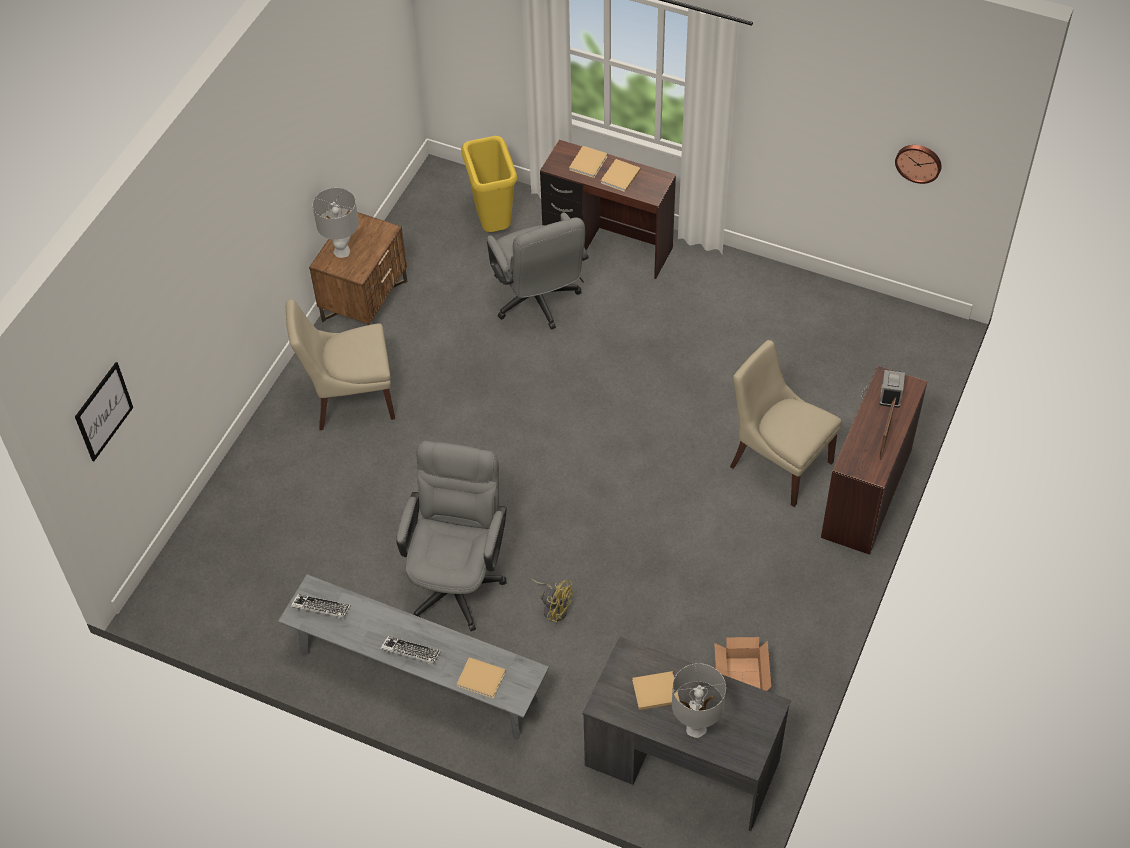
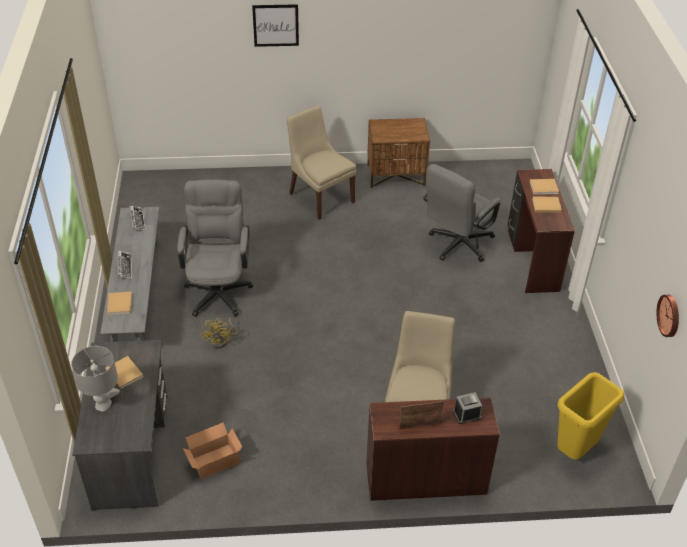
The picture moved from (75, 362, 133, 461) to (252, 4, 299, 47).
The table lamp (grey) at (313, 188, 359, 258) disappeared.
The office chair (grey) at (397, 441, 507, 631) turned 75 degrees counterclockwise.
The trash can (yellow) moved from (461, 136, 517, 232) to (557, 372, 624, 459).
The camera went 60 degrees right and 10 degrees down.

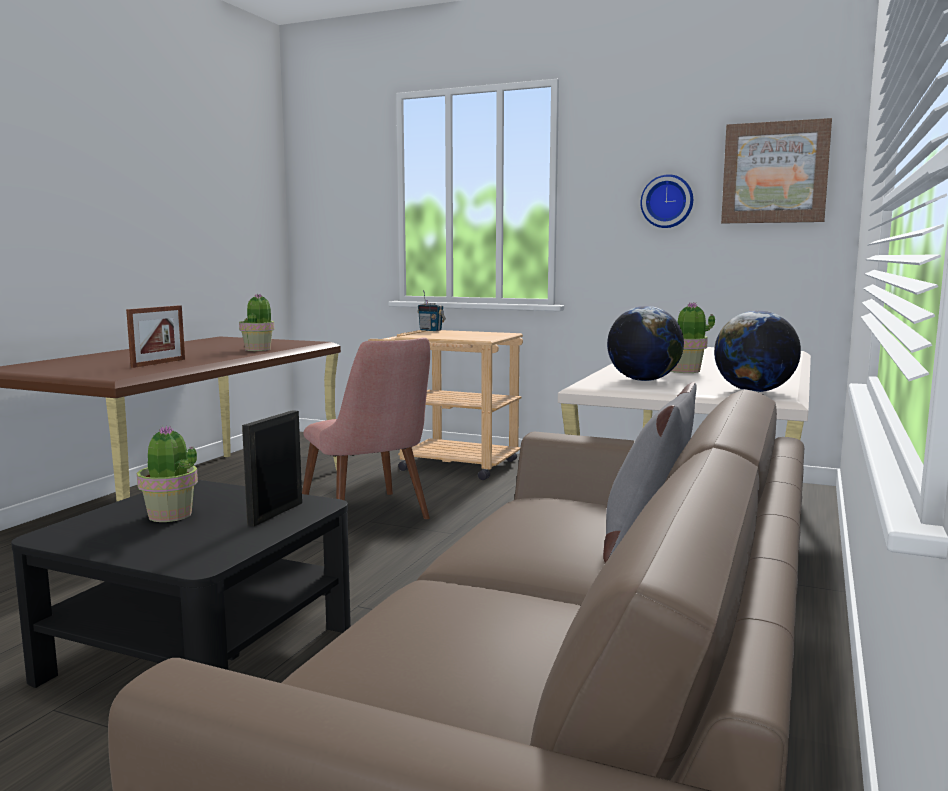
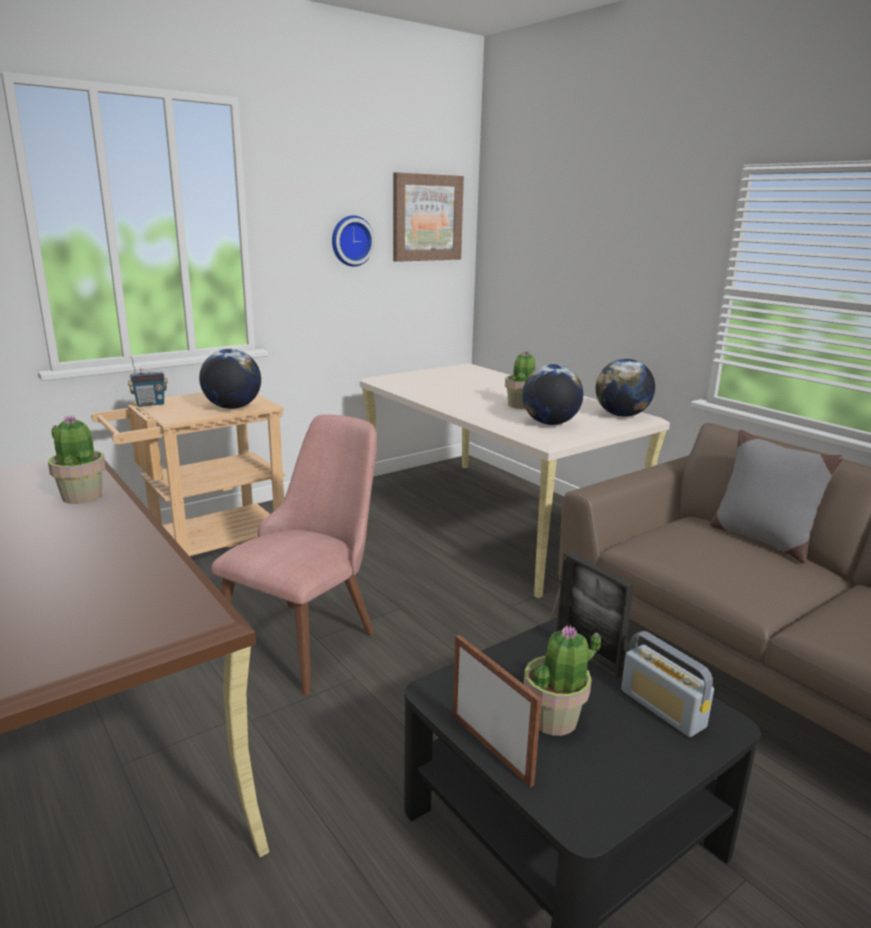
The picture frame moved from (126, 305, 185, 368) to (453, 635, 542, 787).
The chair (pink) at (302, 337, 430, 519) turned 60 degrees counterclockwise.
The globe at (199, 349, 261, 409) appeared.
The radio at (621, 631, 714, 737) appeared.
The camera went 60 degrees left and 10 degrees up.

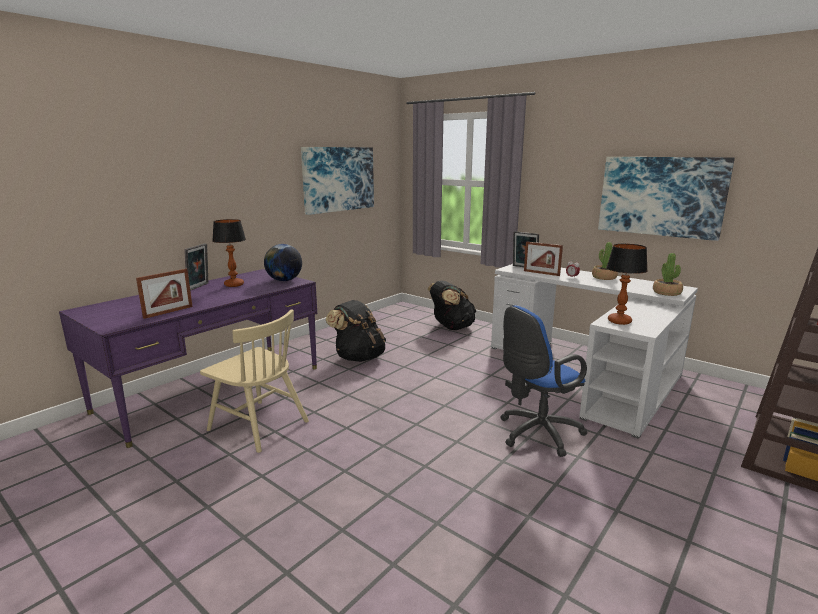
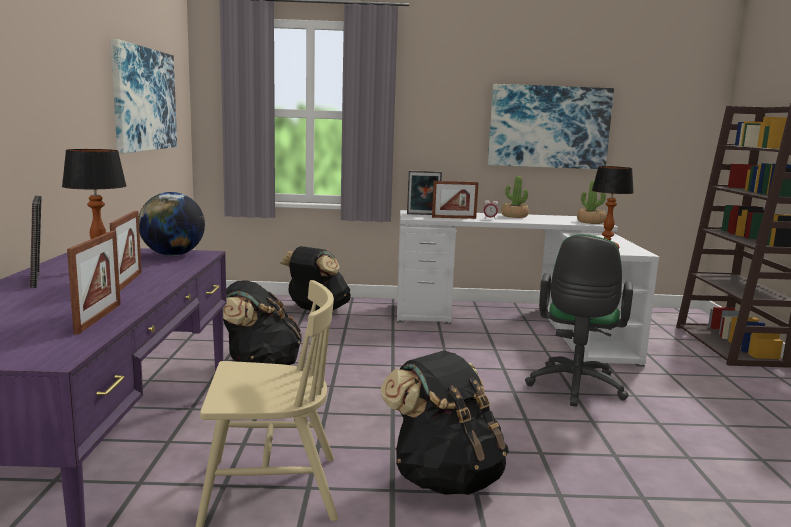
The office chair (blue) at (500, 306, 588, 457) became the office chair (green) at (525, 234, 633, 407).
The picture frame at (110, 211, 142, 291) appeared.
The backpack (black) at (381, 351, 509, 495) appeared.
The camera went 40 degrees left and 5 degrees down.

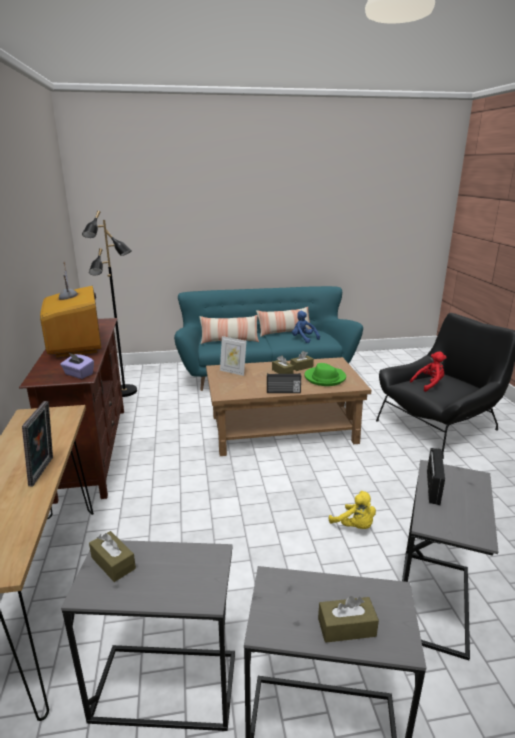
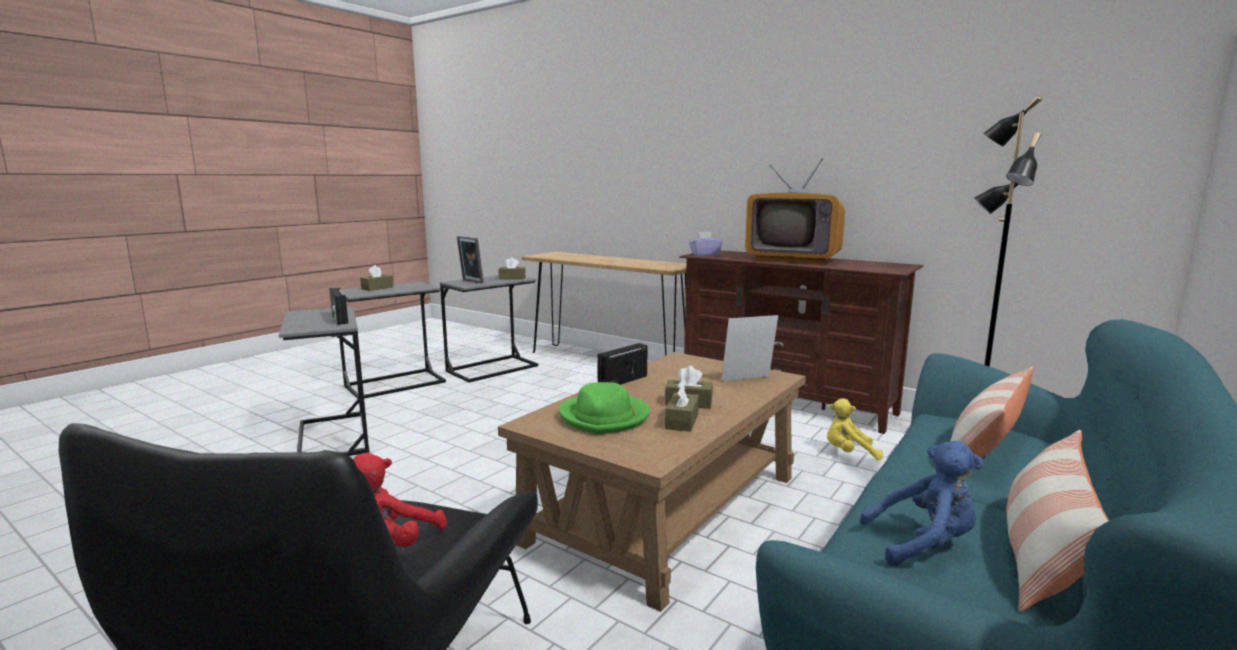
The picture frame moved from (22, 401, 53, 487) to (457, 236, 484, 283).
The plush toy (yellow) moved from (329, 491, 376, 529) to (827, 398, 883, 460).
The camera went 135 degrees right and 10 degrees down.

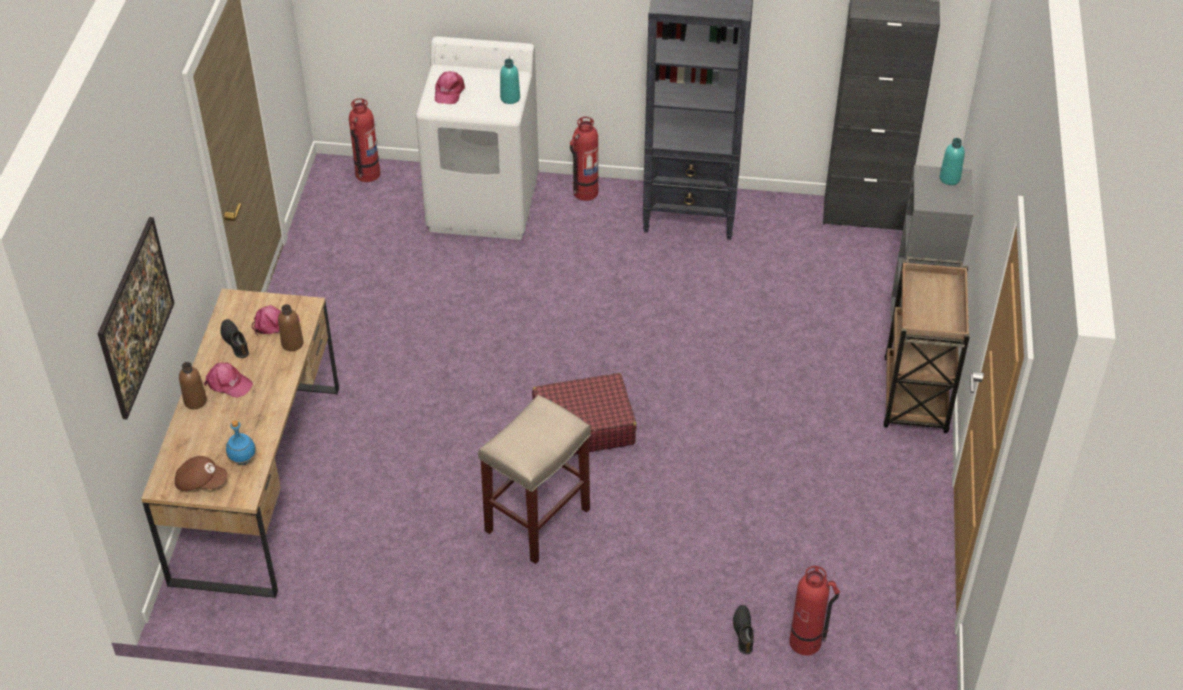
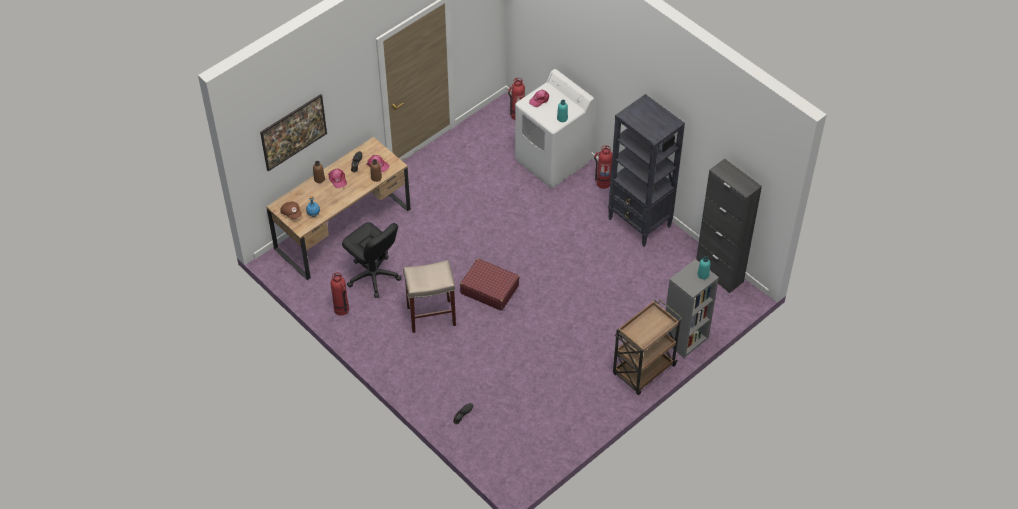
The fire extinguisher moved from (789, 566, 840, 655) to (331, 272, 349, 316).
The office chair (black) at (342, 222, 401, 298) appeared.
The camera went 40 degrees right and 5 degrees up.

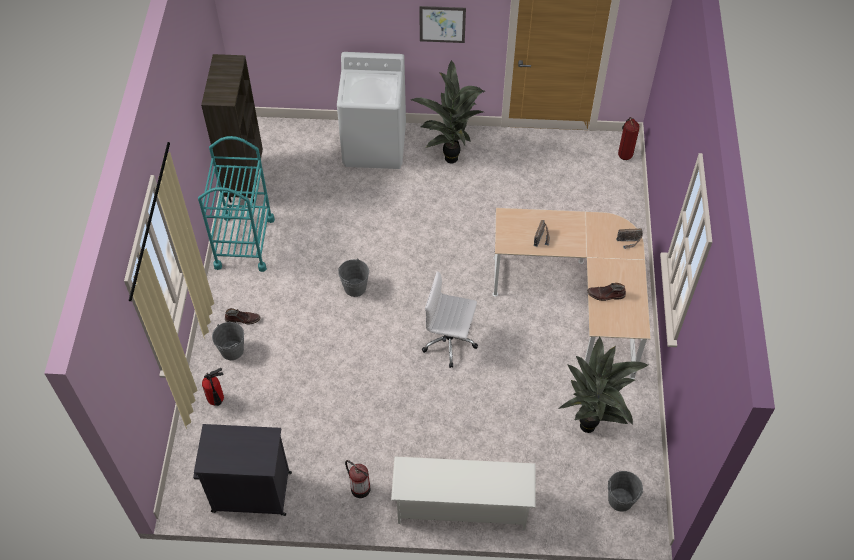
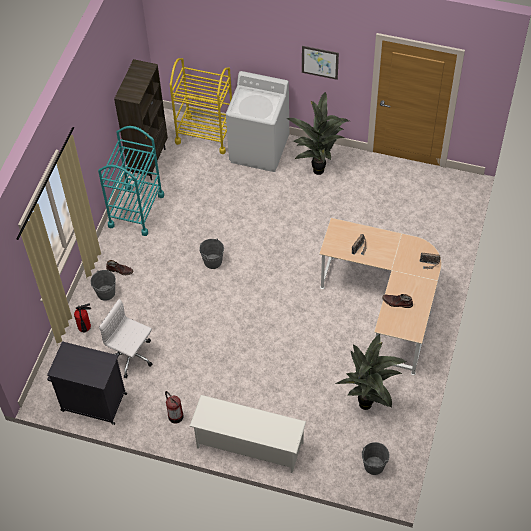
The office chair (white) moved from (422, 271, 478, 368) to (99, 299, 152, 378).
The fire extinguisher at (618, 117, 639, 160) disappeared.
The cart (yellow) at (170, 58, 232, 154) appeared.
The camera went 15 degrees right and 0 degrees up.

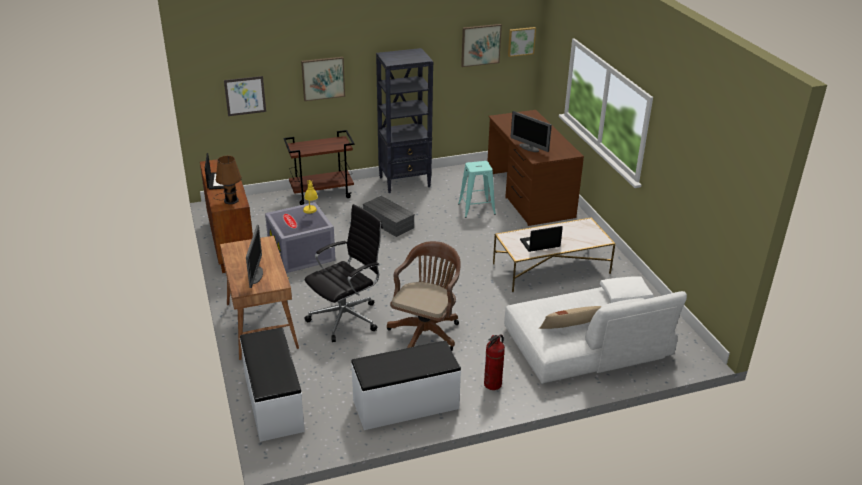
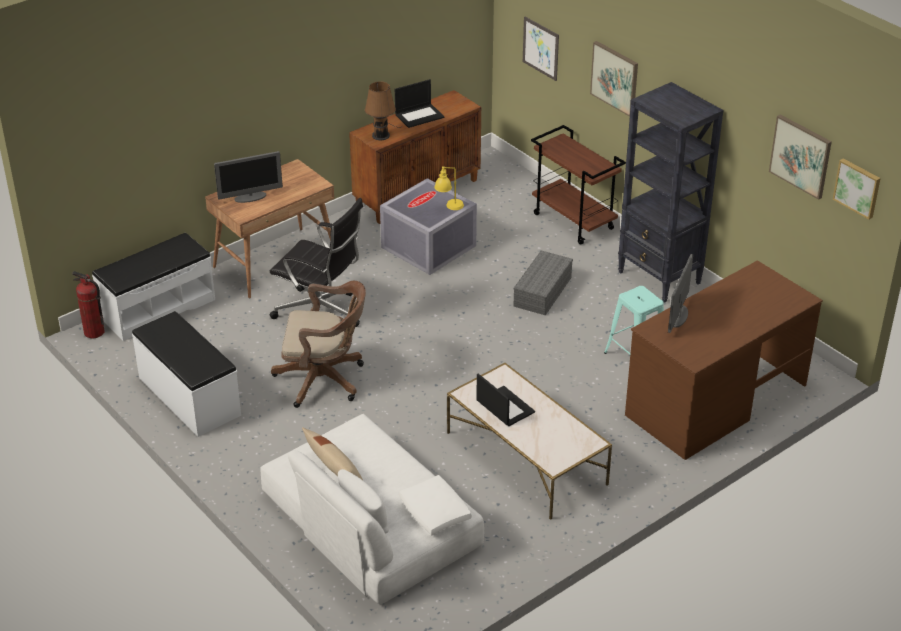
The fire extinguisher moved from (484, 335, 505, 390) to (72, 271, 105, 339).
The camera went 70 degrees right and 5 degrees up.

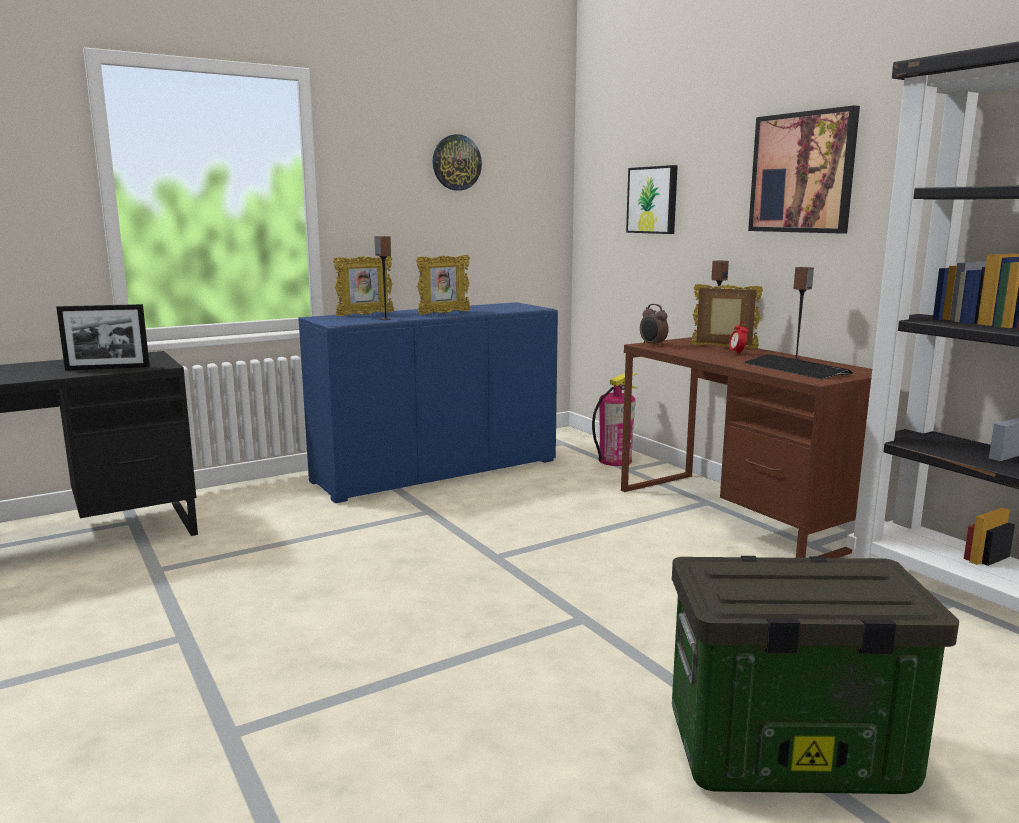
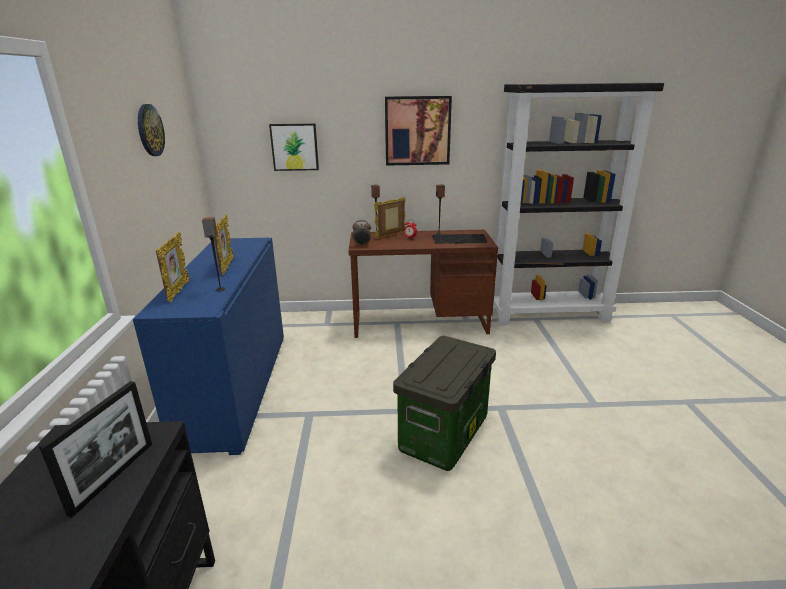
The fire extinguisher at (592, 373, 637, 466) disappeared.
The storage box moved from (672, 556, 959, 794) to (393, 336, 496, 471).
The camera went 60 degrees left and 10 degrees up.

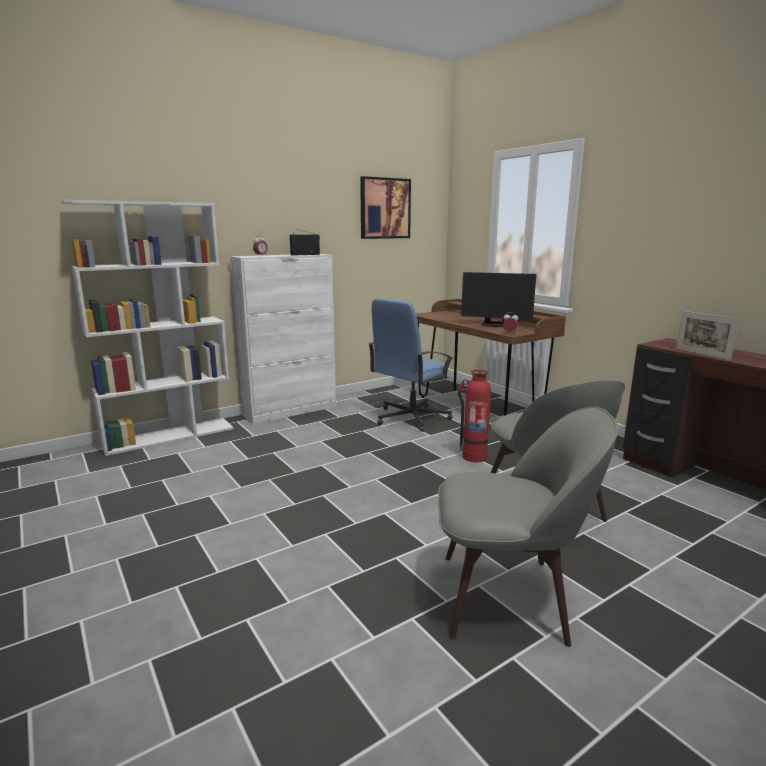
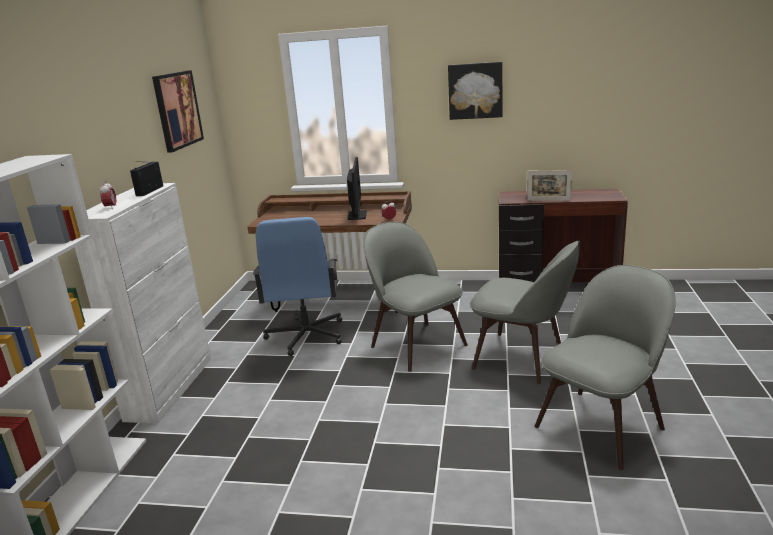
The fire extinguisher at (458, 370, 491, 462) was replaced by the chair (grey) at (363, 222, 468, 372).
The monitor at (461, 272, 536, 327) turned 60 degrees counterclockwise.
The picture at (448, 62, 502, 120) appeared.
The camera went 45 degrees left and 5 degrees up.

